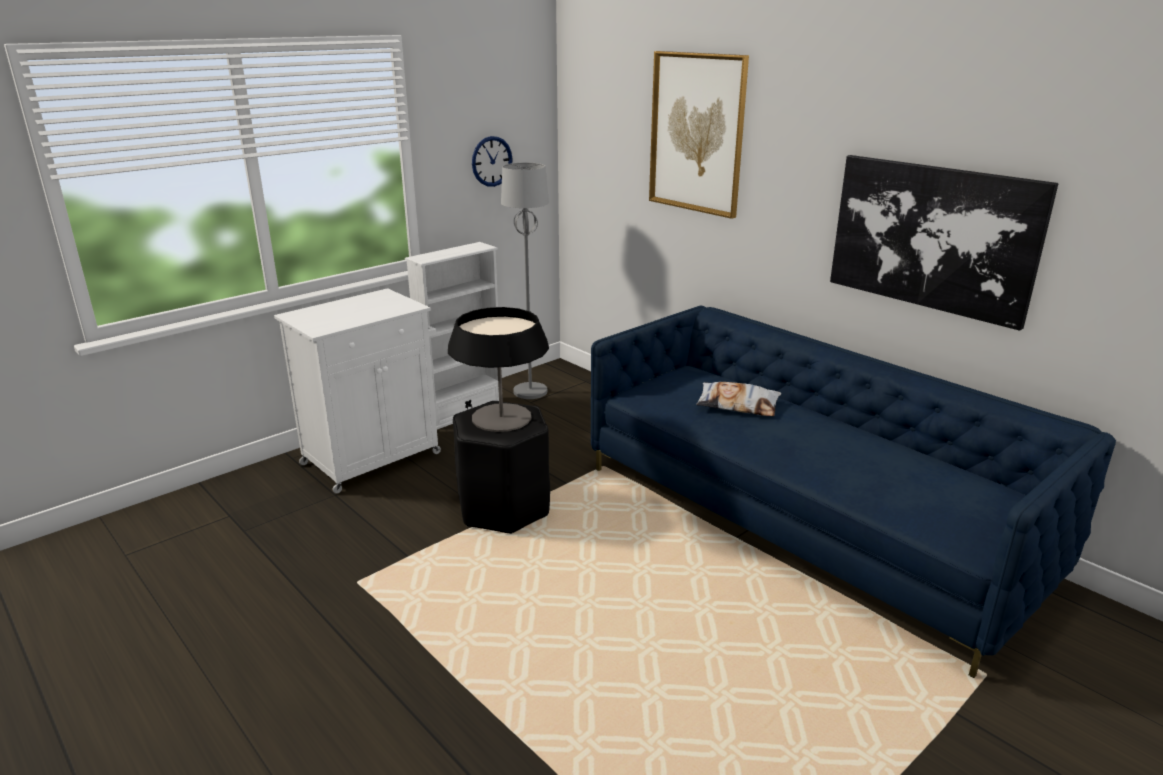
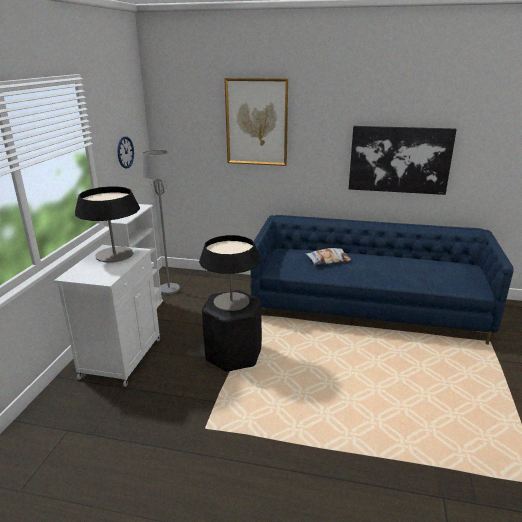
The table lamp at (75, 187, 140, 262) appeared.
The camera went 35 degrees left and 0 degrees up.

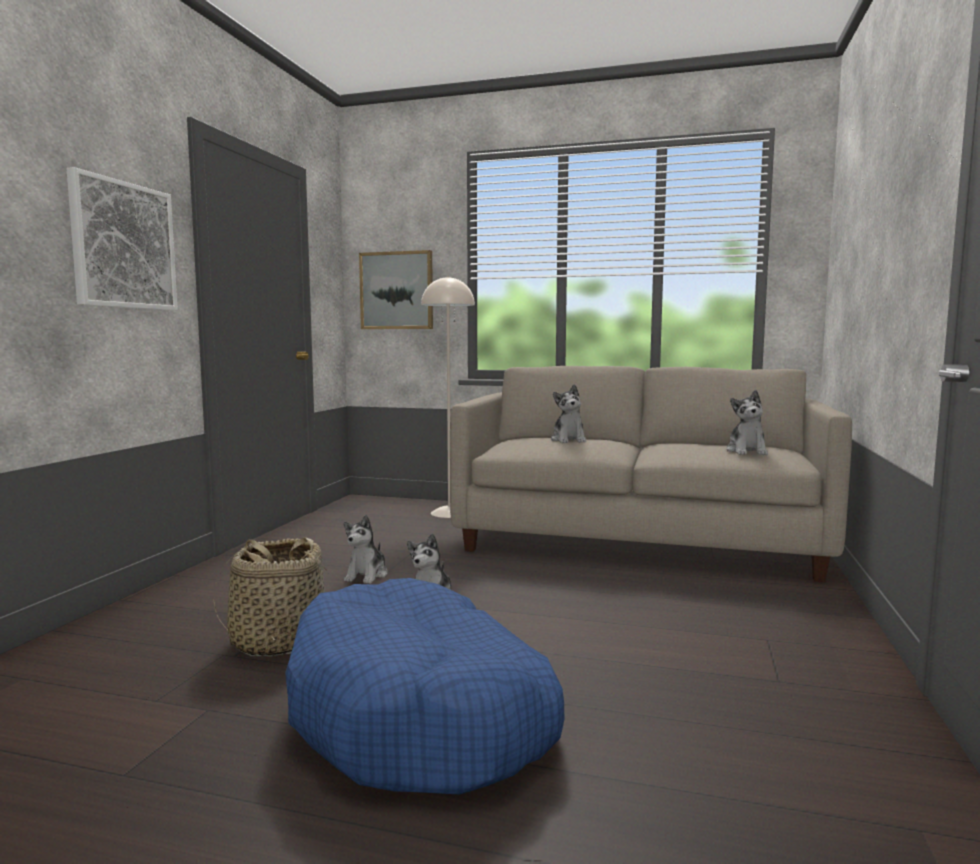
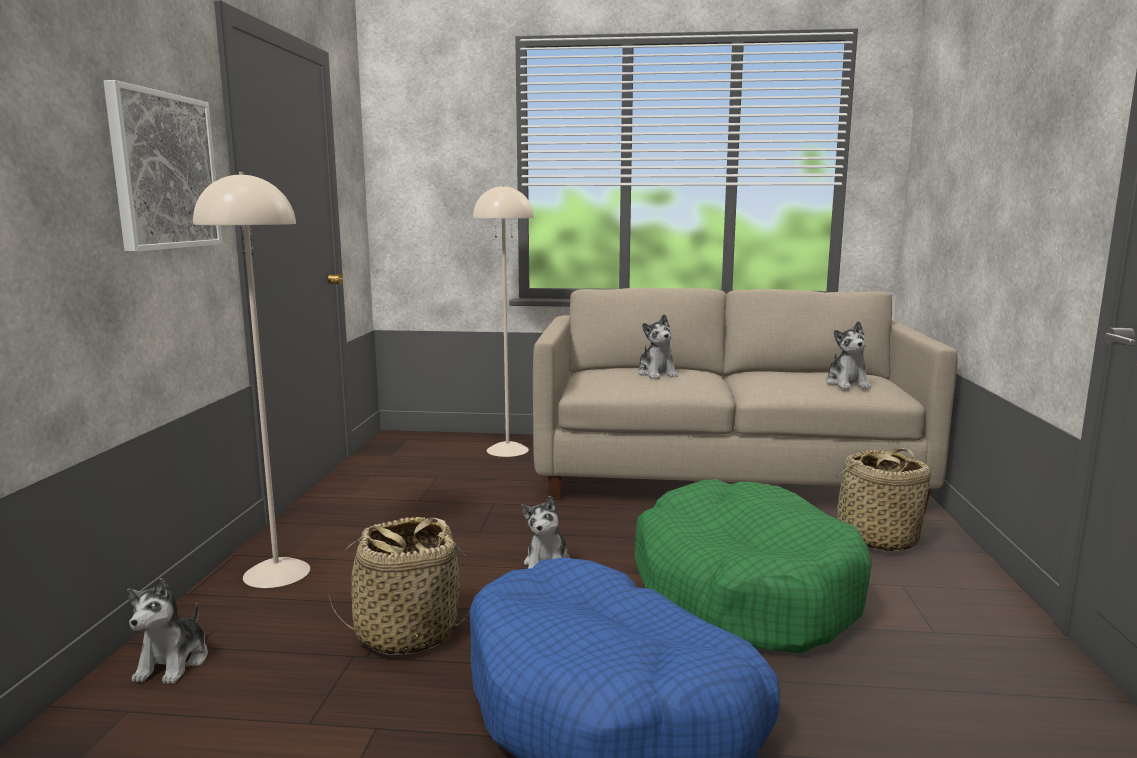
The plush toy moved from (344, 515, 388, 584) to (127, 578, 208, 684).
The picture at (359, 250, 433, 329) disappeared.
The floor lamp (beige) at (193, 172, 310, 588) appeared.
The dog bed (green) at (634, 479, 872, 653) appeared.
The basket at (823, 448, 931, 552) appeared.
The camera went 10 degrees left and 5 degrees up.

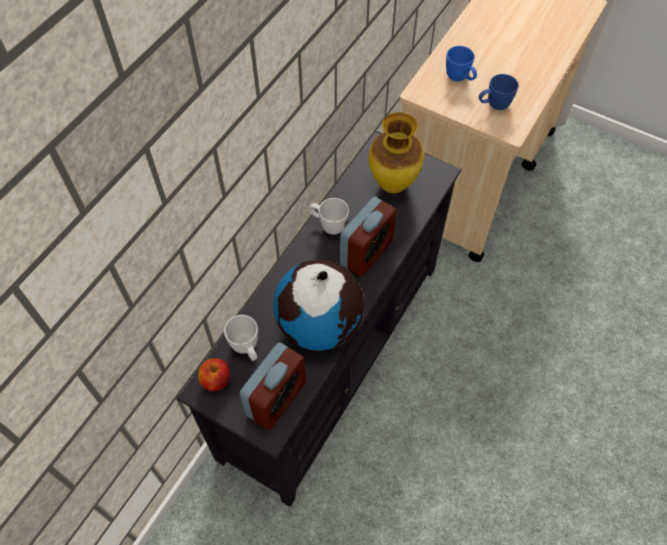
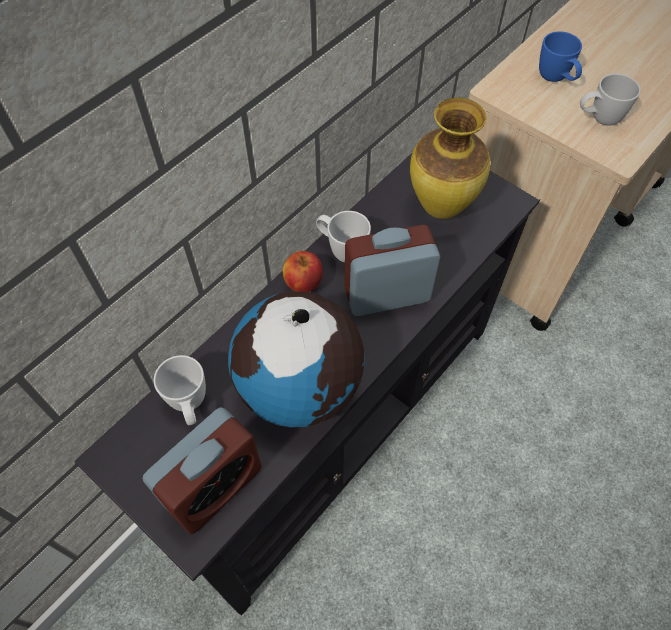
The apple moved from (198, 358, 230, 391) to (283, 251, 323, 292).
The alarm clock at (340, 197, 397, 277) turned 150 degrees counterclockwise.
The mug (blue) at (479, 74, 519, 110) became the mug (white) at (580, 74, 641, 125).
The camera went 10 degrees right and 0 degrees up.

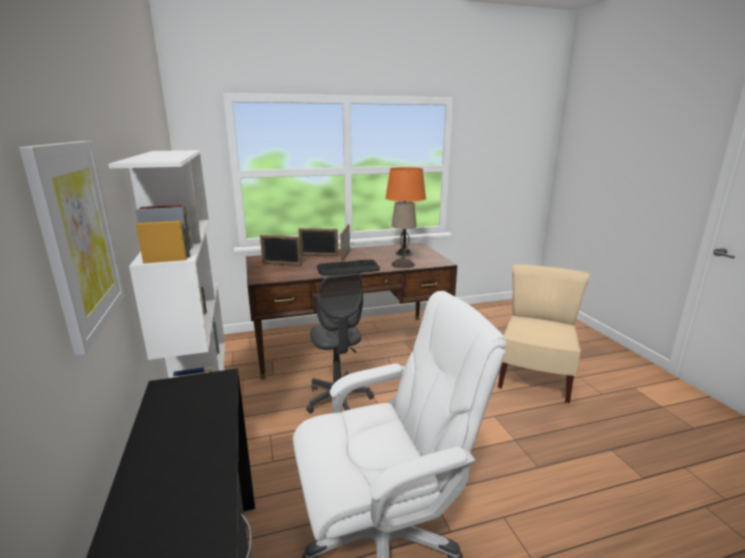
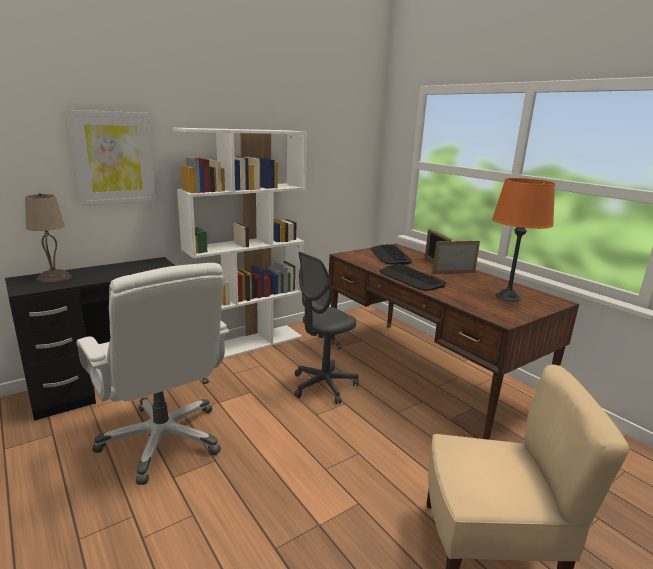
The picture frame at (260, 235, 302, 266) was replaced by the keyboard at (372, 244, 412, 265).
The table lamp (beige) moved from (391, 200, 417, 268) to (25, 193, 71, 283).
The camera went 70 degrees right and 0 degrees up.

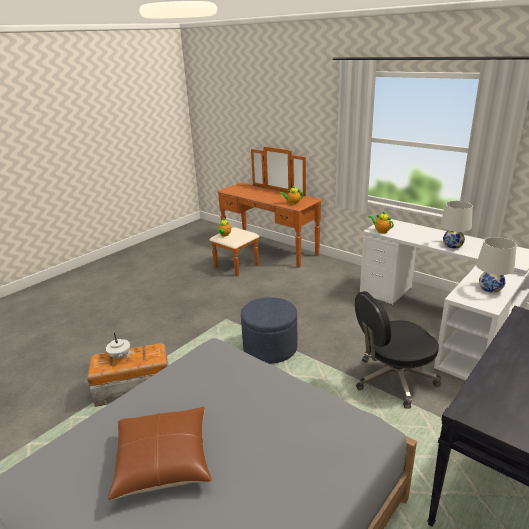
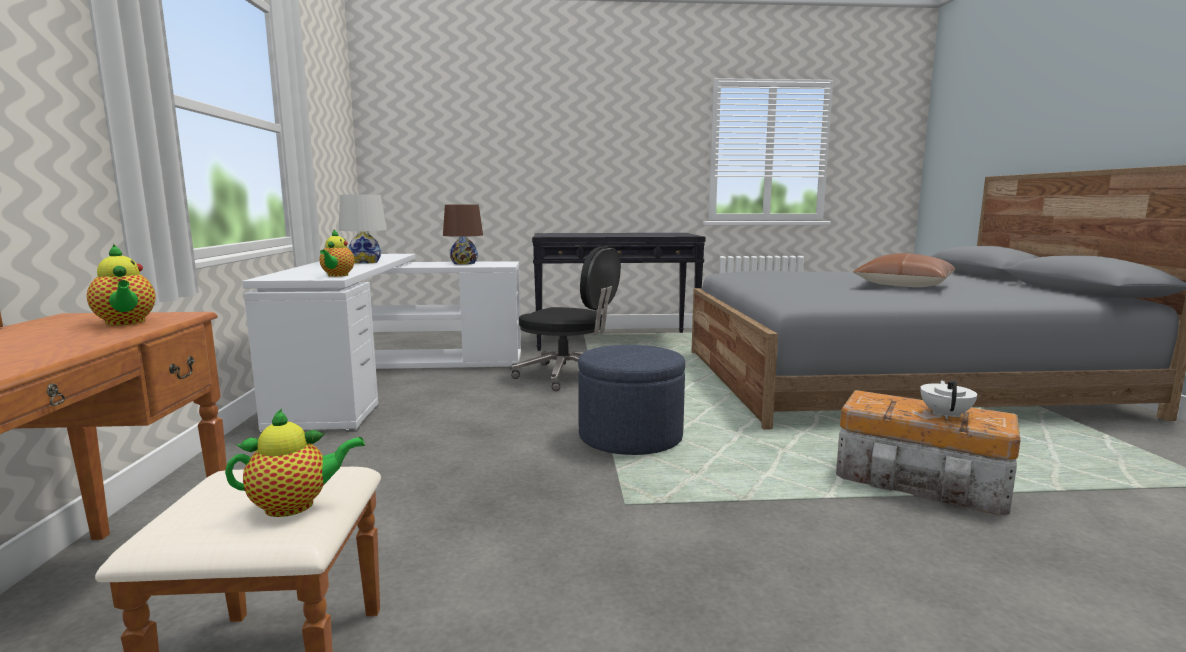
The table lamp (white) at (476, 237, 517, 293) became the table lamp (brown) at (443, 205, 483, 265).
The camera went 135 degrees left and 15 degrees down.

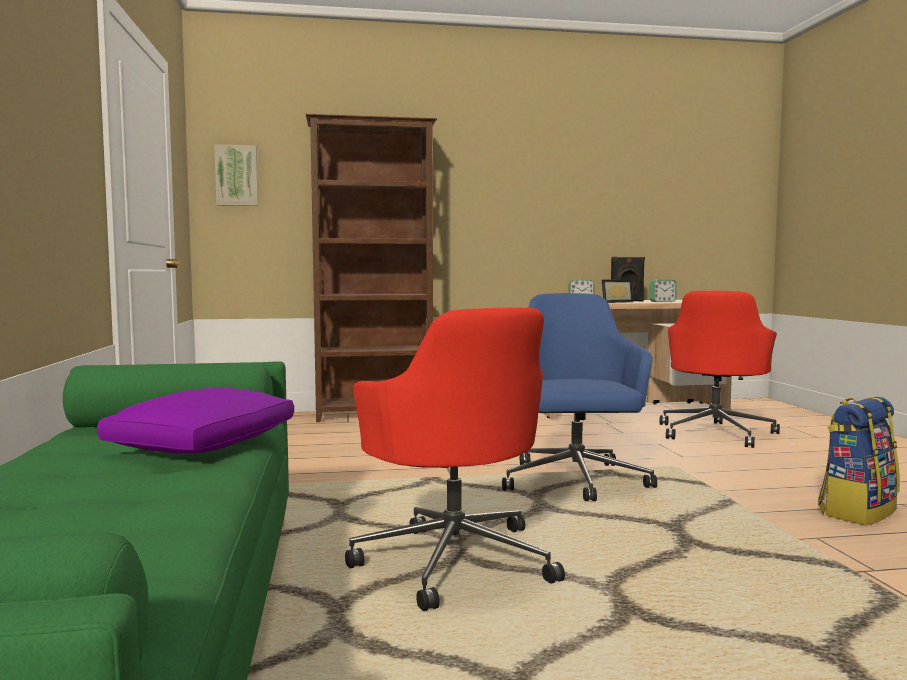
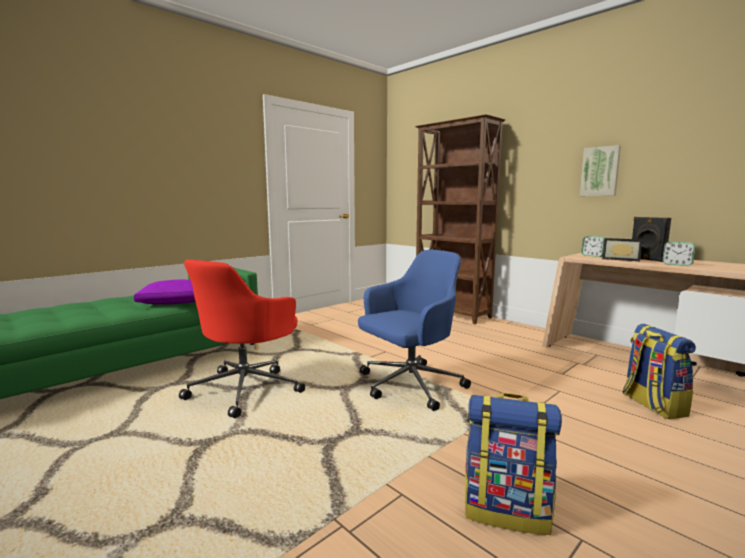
The picture moved from (214, 144, 258, 206) to (580, 145, 621, 196).
The office chair (red) at (659, 291, 780, 448) was replaced by the backpack at (623, 324, 696, 419).
The camera went 55 degrees right and 5 degrees up.

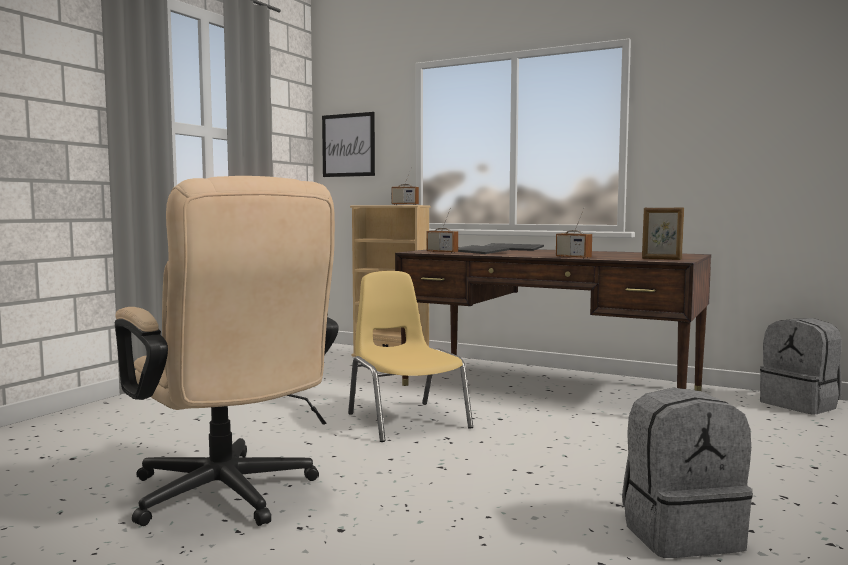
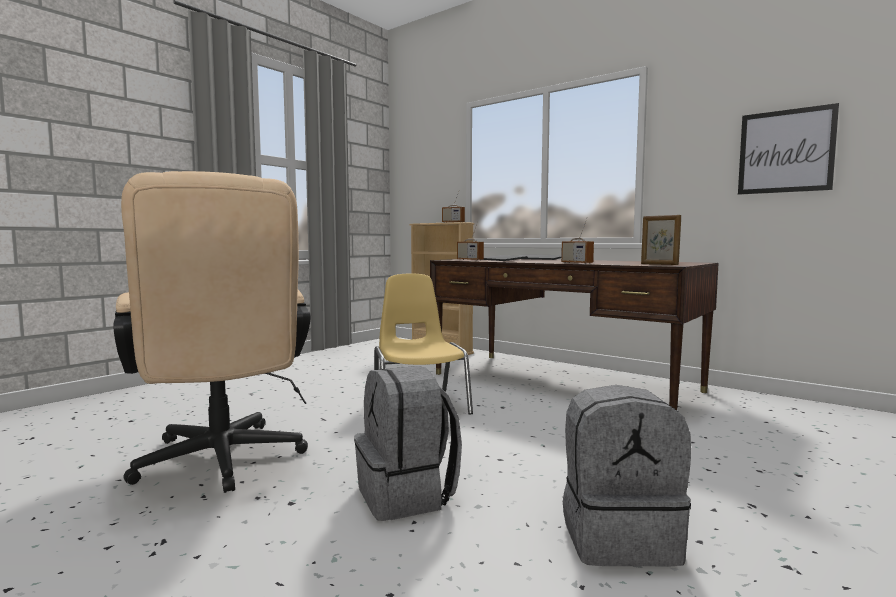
The picture moved from (322, 112, 375, 177) to (738, 103, 839, 195).
The backpack (grey) moved from (760, 318, 842, 414) to (354, 366, 462, 521).
The camera went 10 degrees right and 0 degrees up.

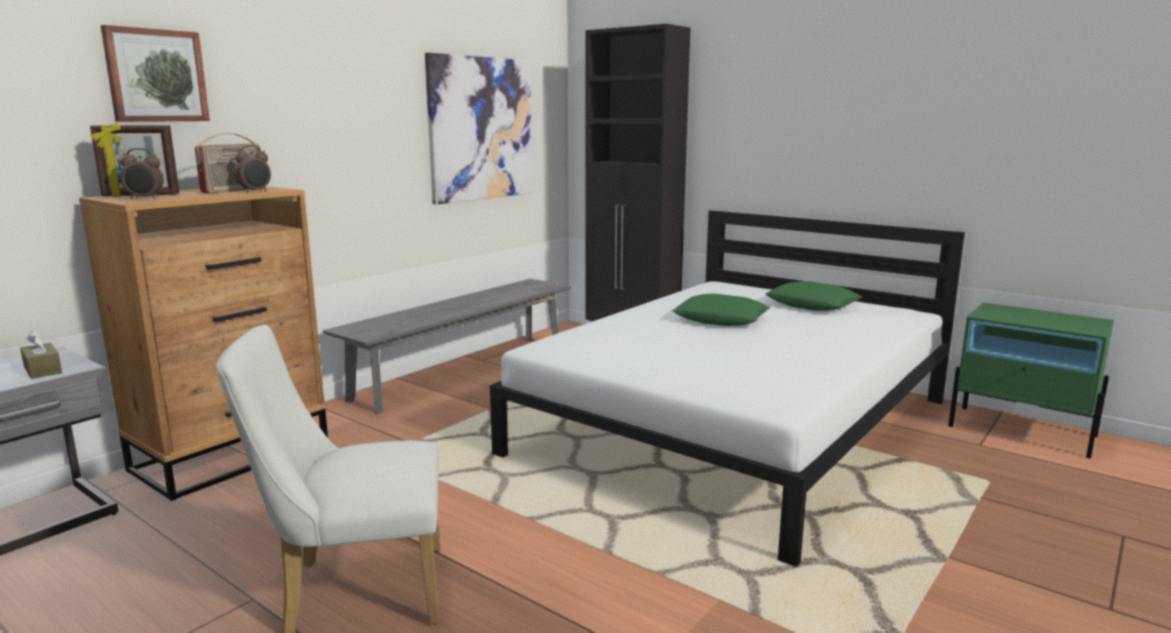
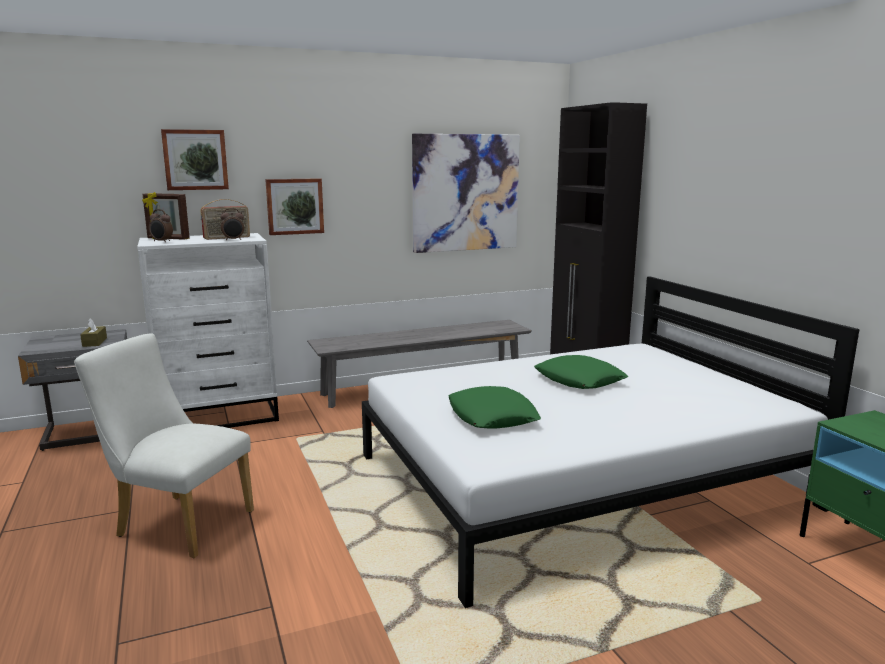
The dresser (brown) at (79, 186, 328, 501) became the dresser (white) at (137, 233, 279, 428).
The pillow (green) moved from (765, 281, 862, 311) to (449, 386, 541, 429).
The picture at (265, 178, 324, 235) appeared.
The camera went 30 degrees right and 0 degrees up.

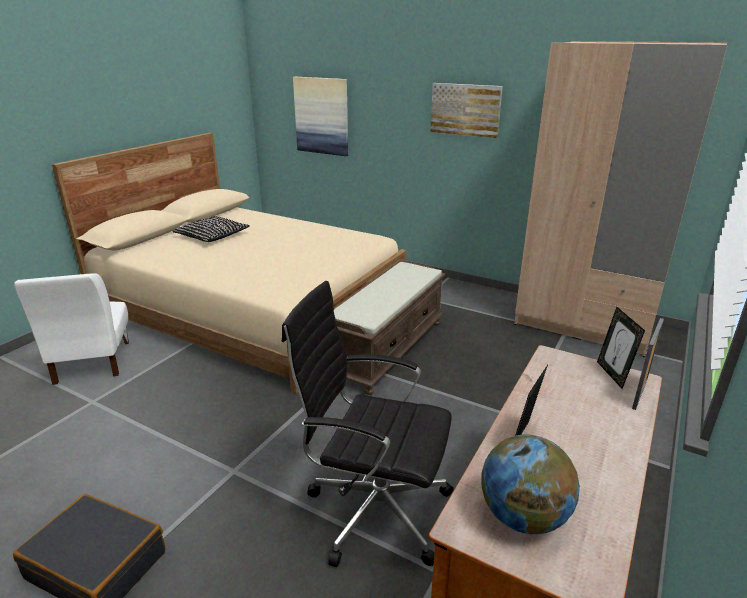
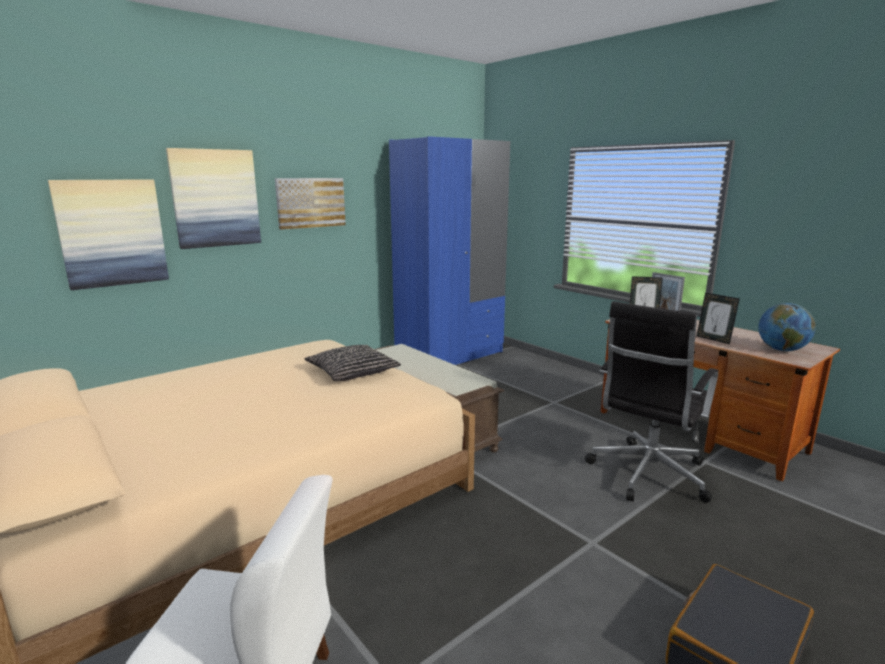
The pillow (black) moved from (173, 216, 250, 242) to (305, 345, 401, 381).
The wardrobe (beige) at (514, 41, 727, 357) became the wardrobe (blue) at (389, 136, 510, 365).
The picture at (166, 148, 261, 249) appeared.
The camera went 70 degrees left and 10 degrees down.

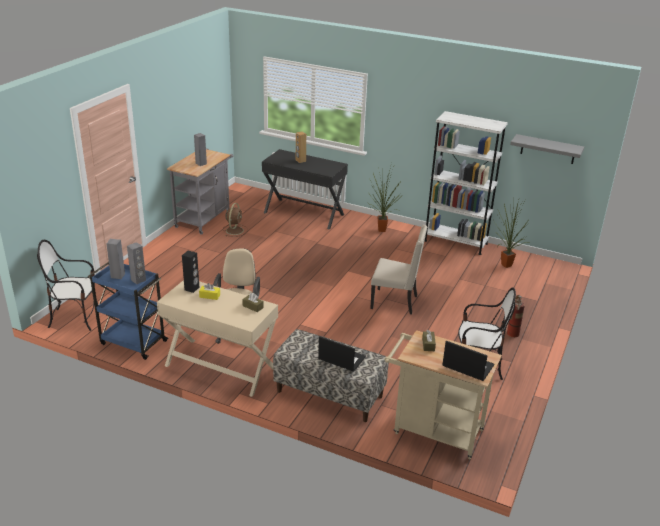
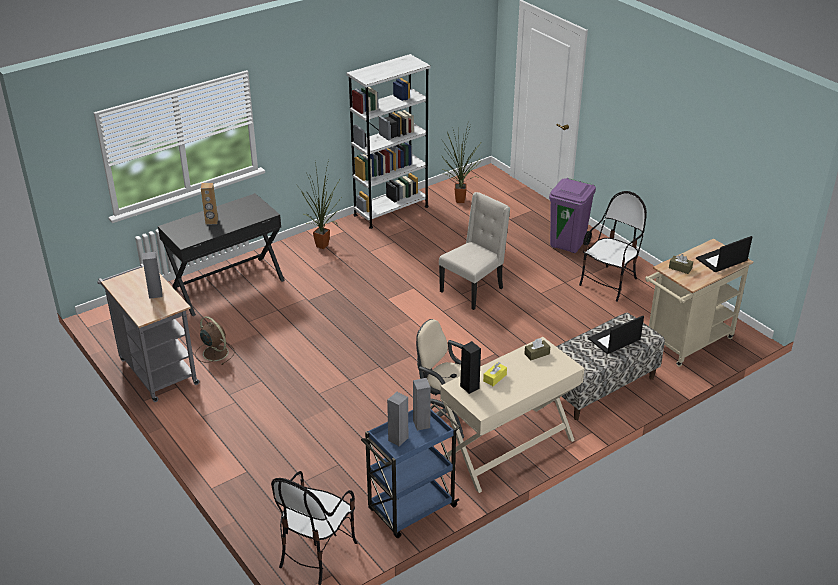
The fire extinguisher at (507, 295, 525, 337) was replaced by the trash can (purple) at (549, 178, 596, 253).
The shelf (grey) at (510, 134, 584, 164) disappeared.
The camera went 60 degrees left and 5 degrees up.

